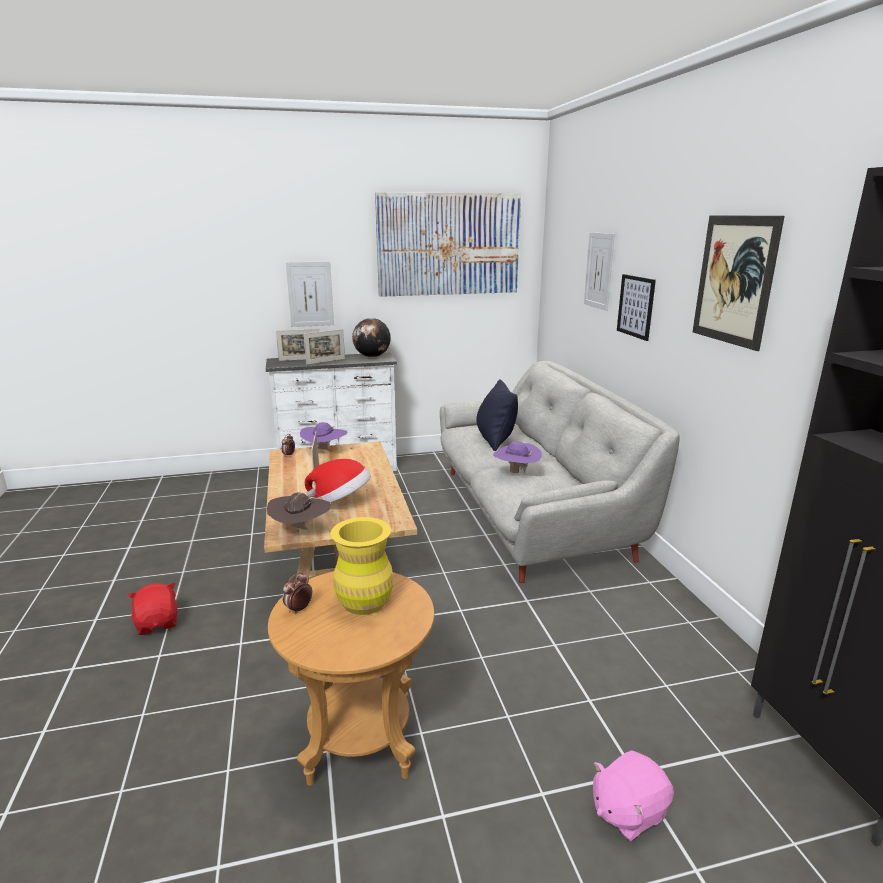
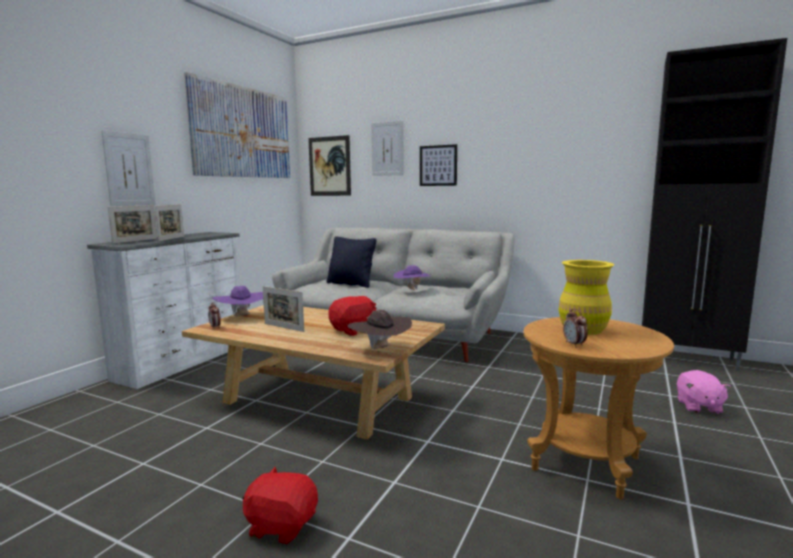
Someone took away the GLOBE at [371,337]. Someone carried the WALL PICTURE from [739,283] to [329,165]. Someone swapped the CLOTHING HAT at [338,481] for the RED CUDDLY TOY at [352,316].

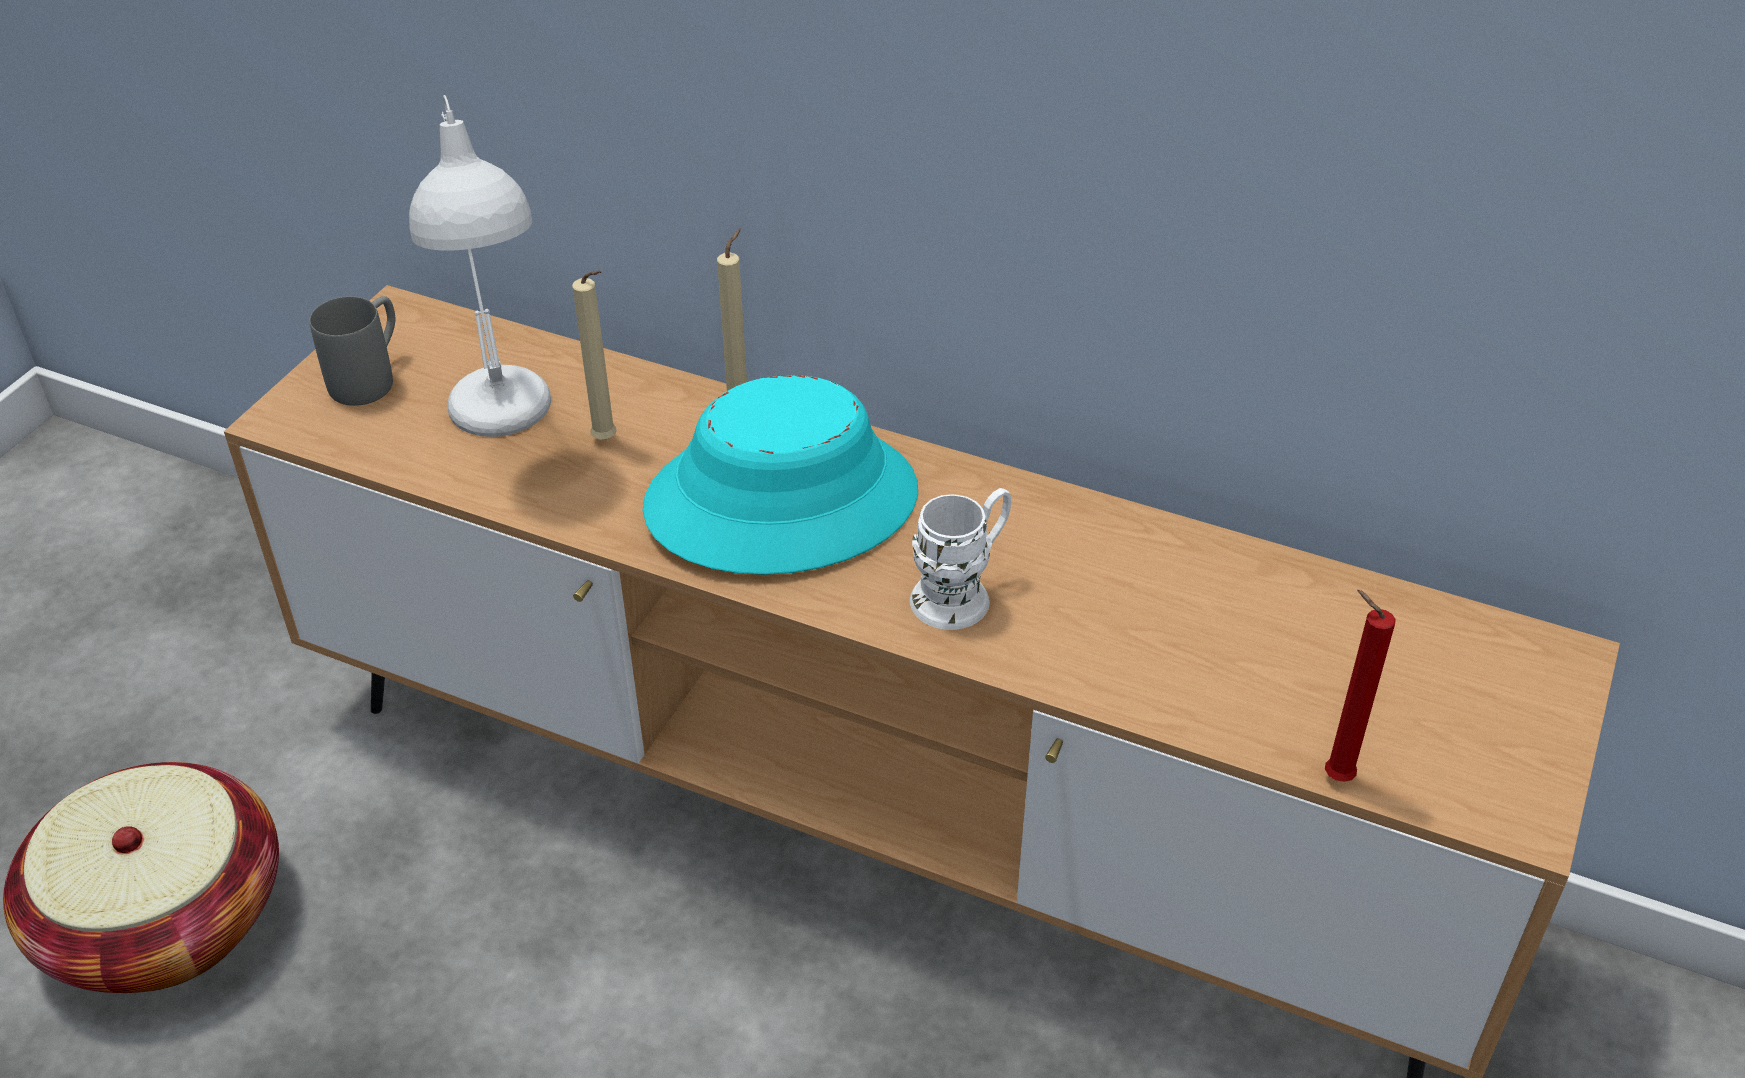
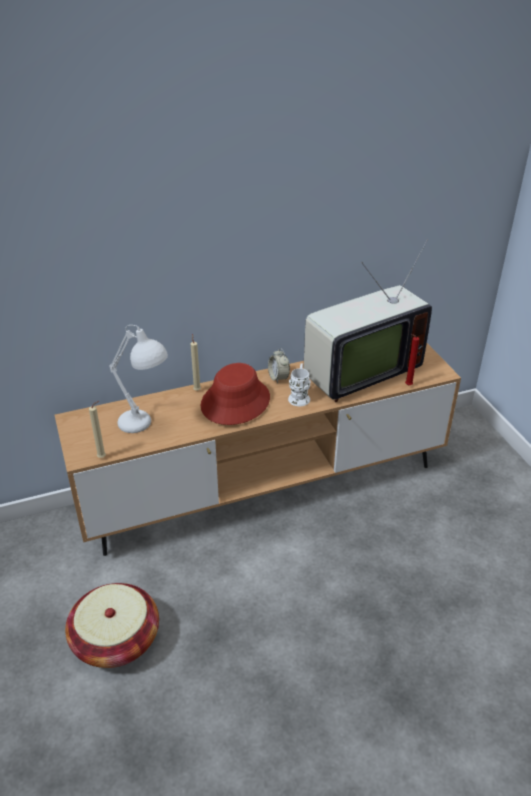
Someone took away the GREY MUG at [352,351]. Someone put down the ALARM CLOCK at [279,366]. Someone put down the TV SET at [368,320]. Someone carried the BEIGE WAX LIGHT from [594,355] to [97,429]. Someone repainted the TURQUOISE CLOTHING HAT at [780,475], which became the RED CLOTHING HAT at [235,394].

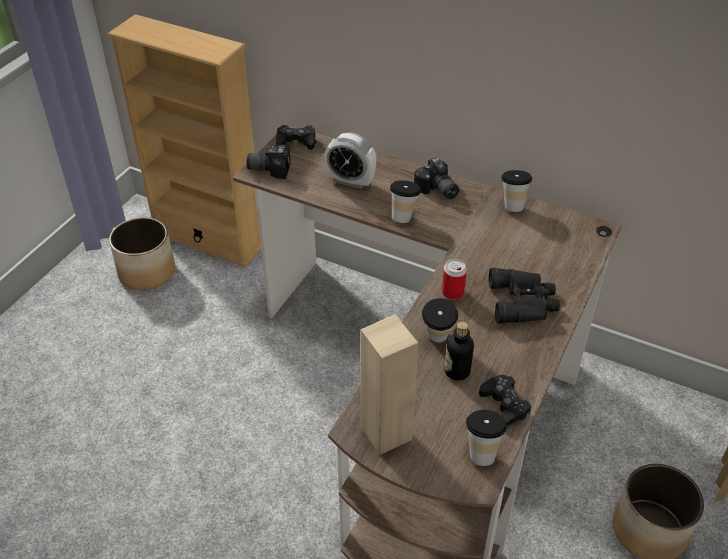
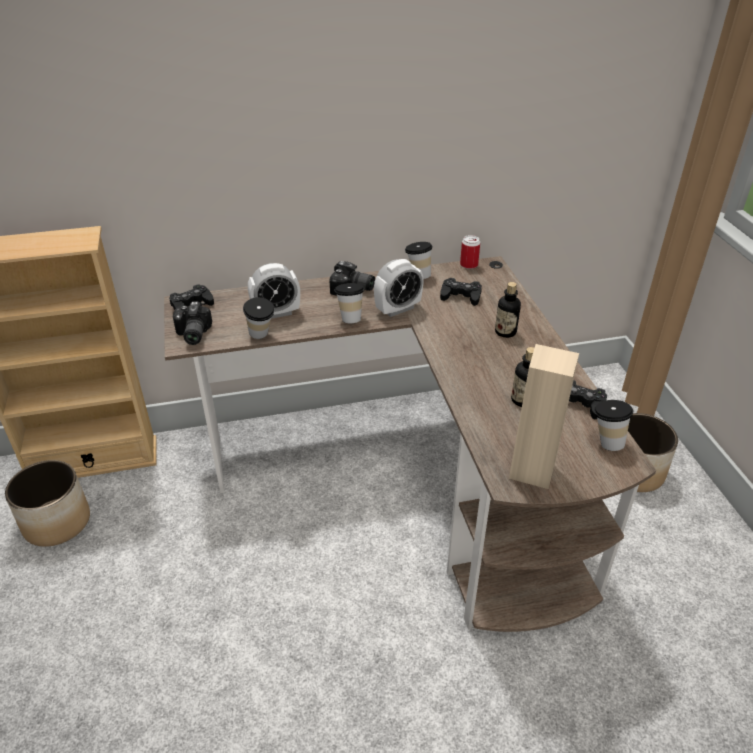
Someone put down the ALARM CLOCK at [399,288]. Someone put down the BLACK-COLOURED JOYPAD at [461,292]. Someone carried the CUP from [440,320] to [259,318]. Someone carried the SEALED CAN from [454,279] to [470,252]. Someone swapped the BLACK-COLOURED BINOCULARS at [524,296] for the DRINK BOTTLE at [508,310]. Someone rotated the STILL CAMERA at [268,161] by 60 degrees counterclockwise.

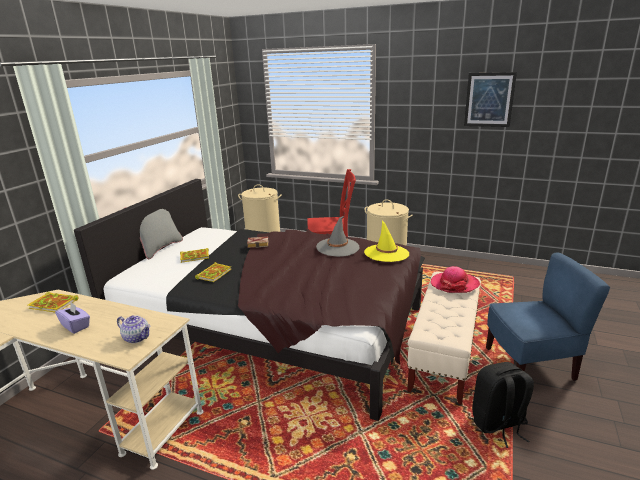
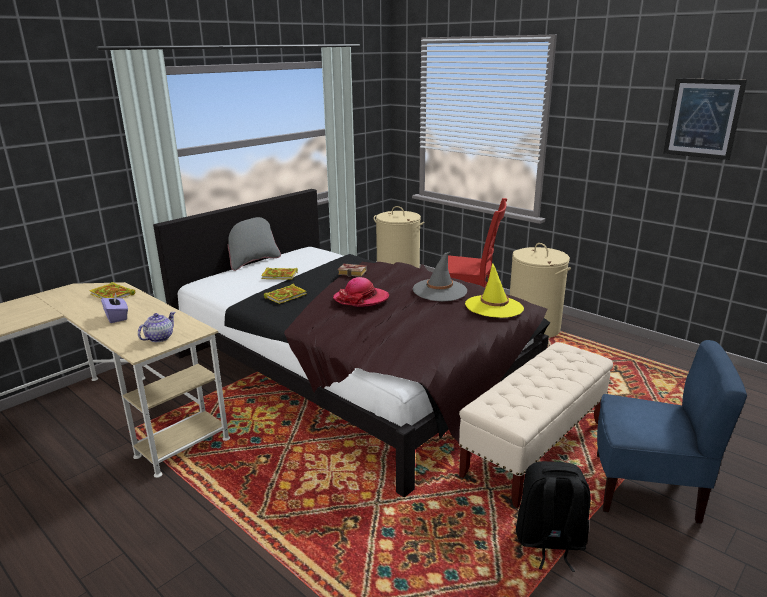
Someone carried the CLOTHING HAT from [455,279] to [361,292]. Someone rotated the TEAPOT at [134,329] by 105 degrees counterclockwise.

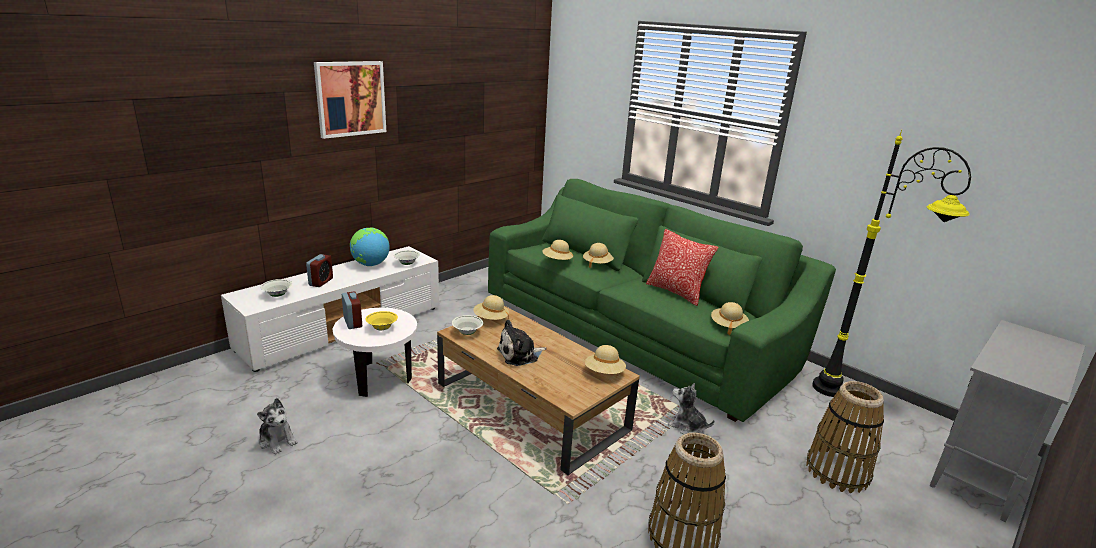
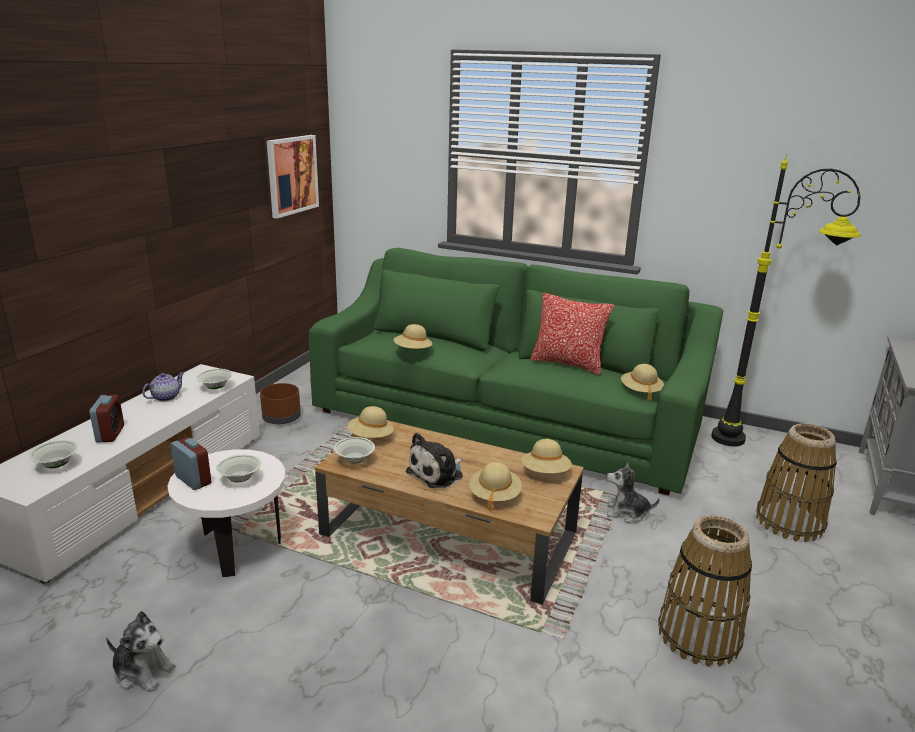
Someone put down the BROWN PLANT POT at [280,403]. Someone carried the WALL PICTURE from [350,100] to [293,176]. Someone carried the BEIGE CLOTHING HAT from [598,255] to [495,486]. Someone swapped the GLOBE at [370,246] for the TEAPOT at [163,387]. Someone repainted the YELLOWISH SERVING BOWL at [381,320], which became the WHITE-COLOURED SERVING BOWL at [238,468].

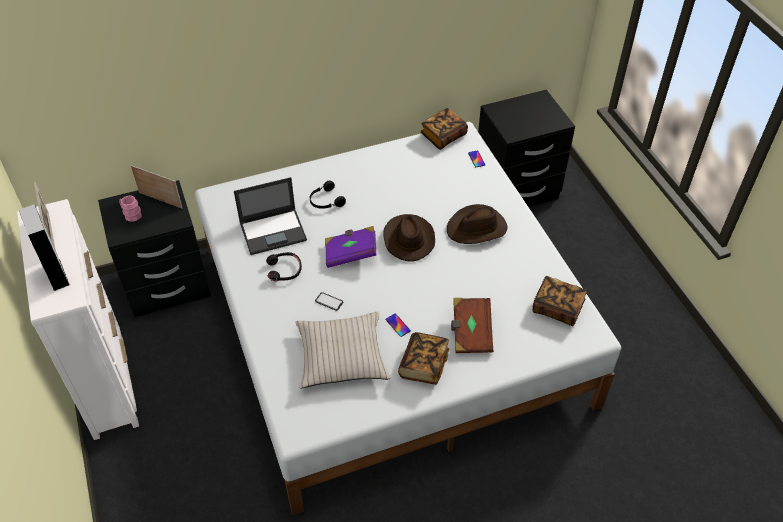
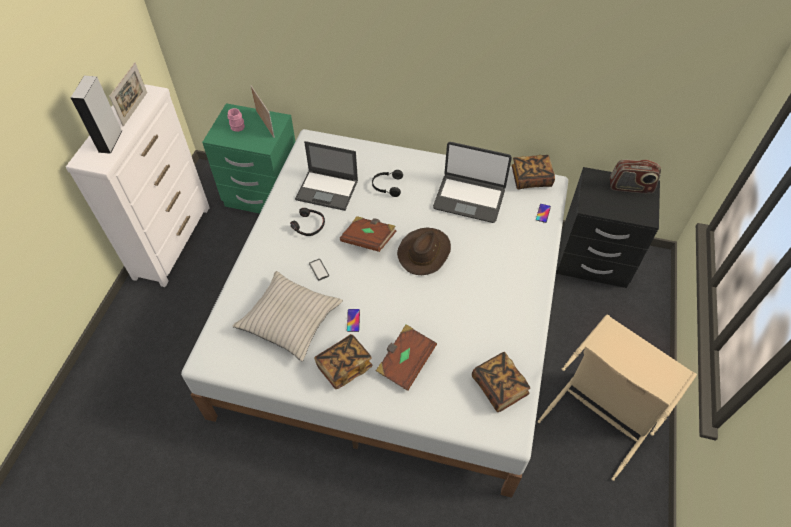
Someone took away the BROWN CLOTHING HAT at [477,224]. Someone put down the NOTEBOOK COMPUTER at [472,182]. Someone put down the BEIGE WASHING BASKET at [617,397]. Someone put down the RADIO at [635,176]. Someone repainted the BLACK-COLOURED NIGHT TABLE at [154,248], which became the GREENISH NIGHT TABLE at [248,158]. Someone repainted the PURPLE VOLUME at [351,247], which became the BROWN VOLUME at [368,234].

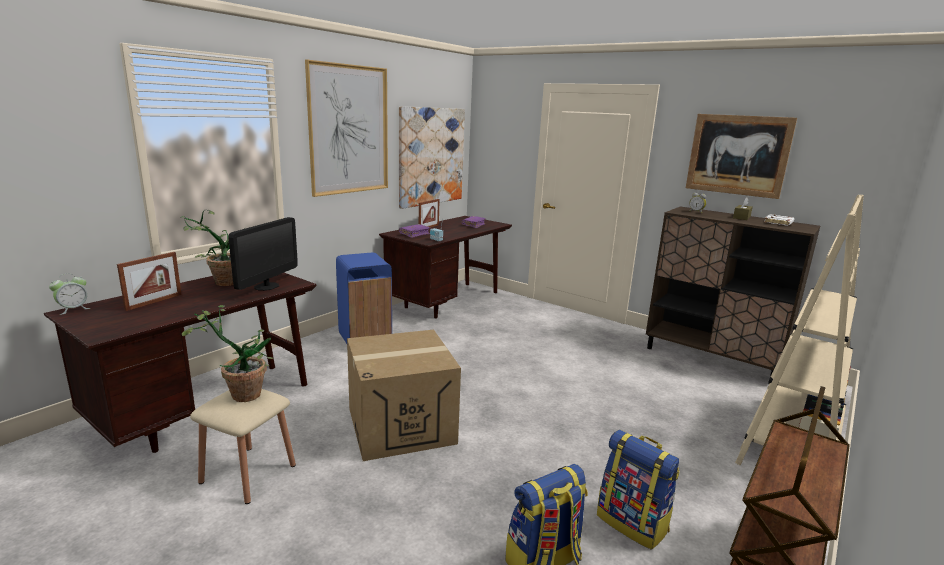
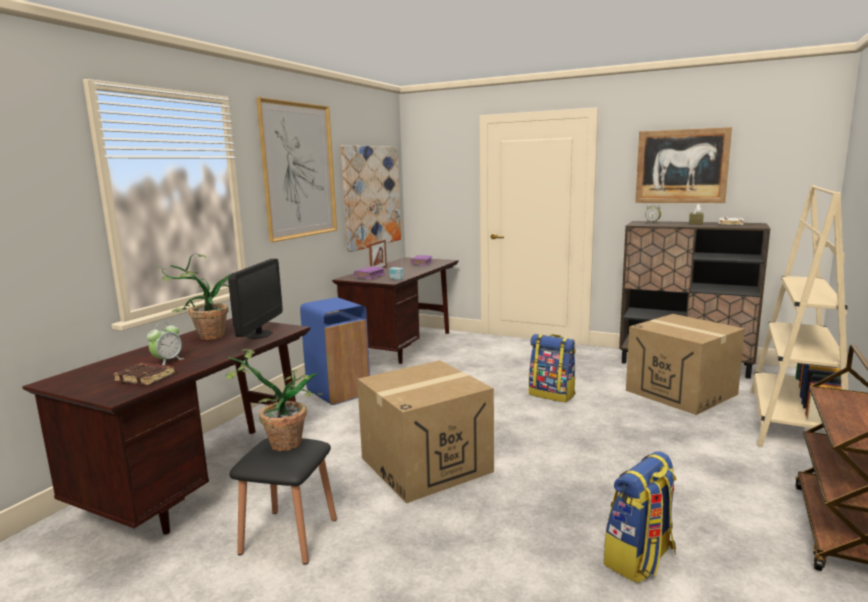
Someone took away the PICTURE FRAME at [149,281]. Someone put down the BROWN VOLUME at [144,374]. Someone put down the PACKING BOX at [685,364]. Someone carried the ALARM CLOCK from [69,294] to [165,343]. Someone carried the BACKPACK from [638,490] to [552,368]. Someone repainted the BEIGE SITTING STOOL at [243,446], which became the BLACK-COLOURED SITTING STOOL at [283,501].

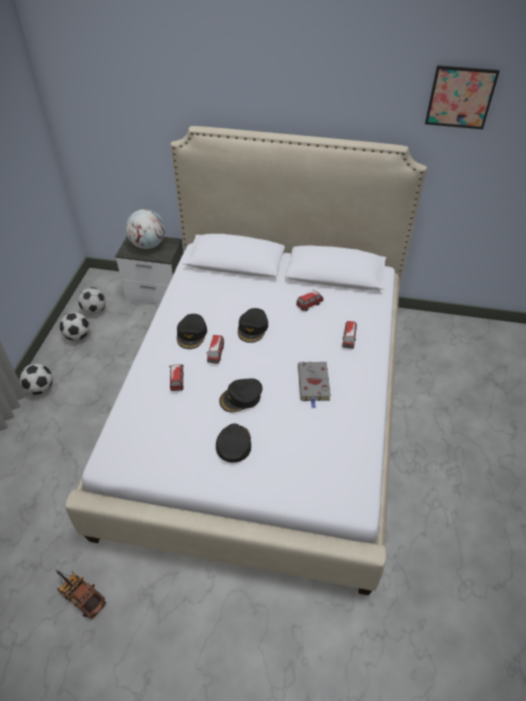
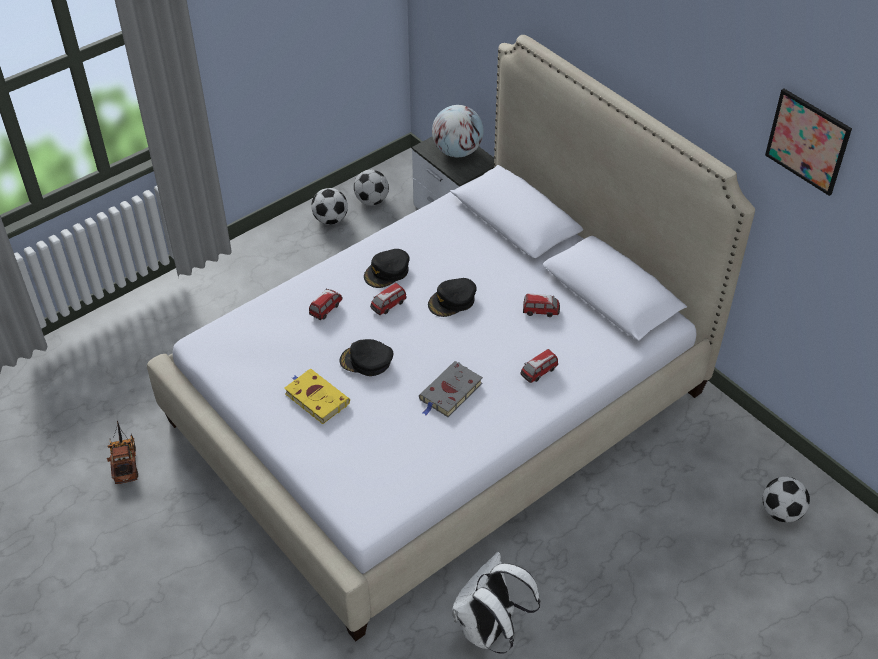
Someone put down the WHITE-COLOURED BACKPACK at [496,603]. Someone carried the FOOTBALL from [36,379] to [786,499]. Someone swapped the BLACK-COLOURED PEAKED CAP at [233,443] for the YELLOWISH VOLUME at [317,396].

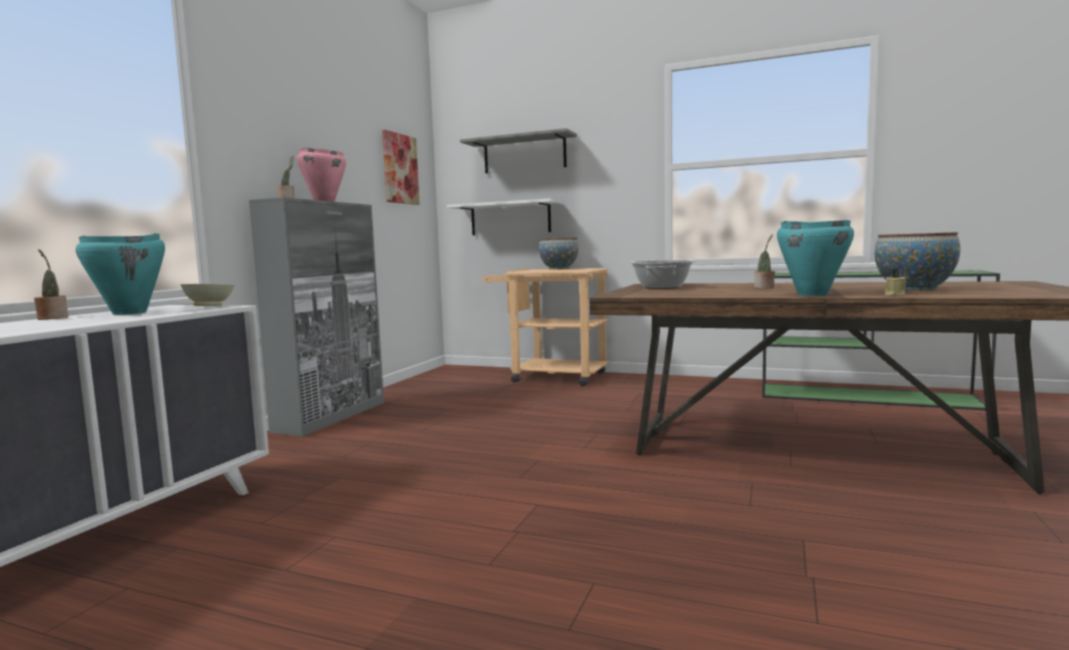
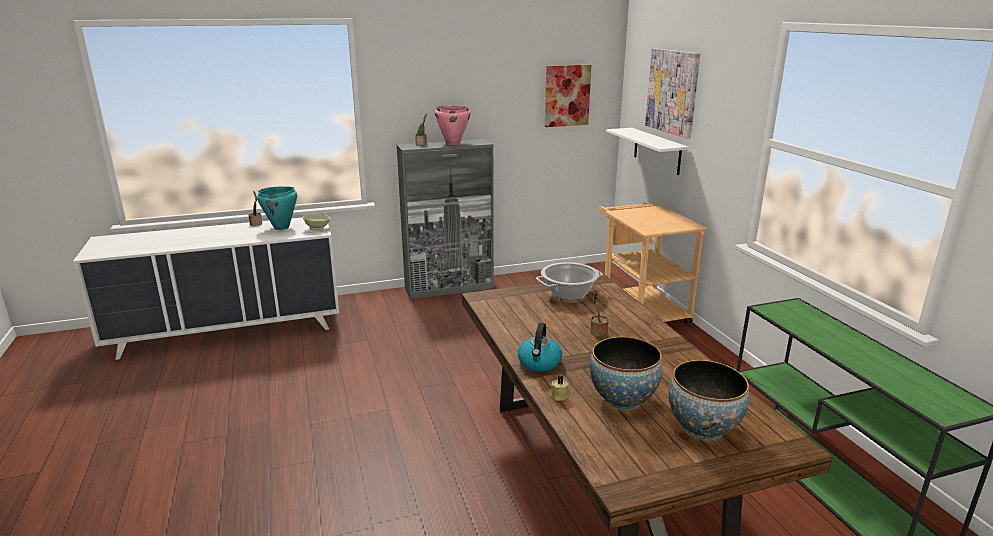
Someone carried the SERVING BOWL from [559,254] to [709,400]. Someone swapped the GREY WALL SHELF at [518,151] for the WALL PICTURE at [672,93]. Someone swapped the TURQUOISE SAUCEPOT at [815,258] for the TEA KETTLE at [540,347].

